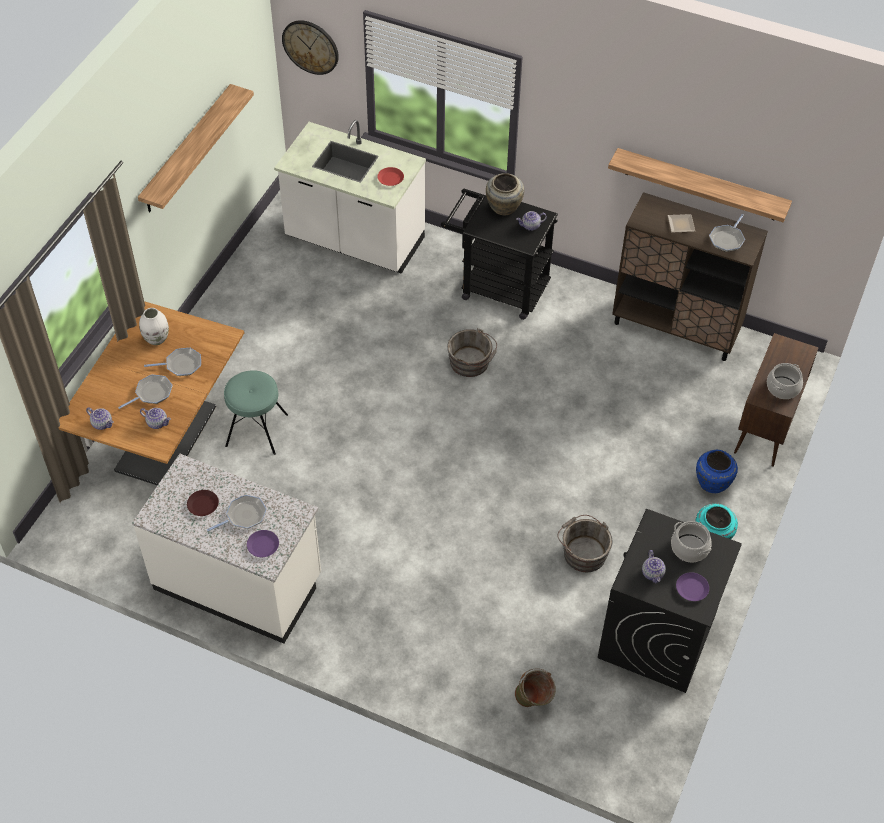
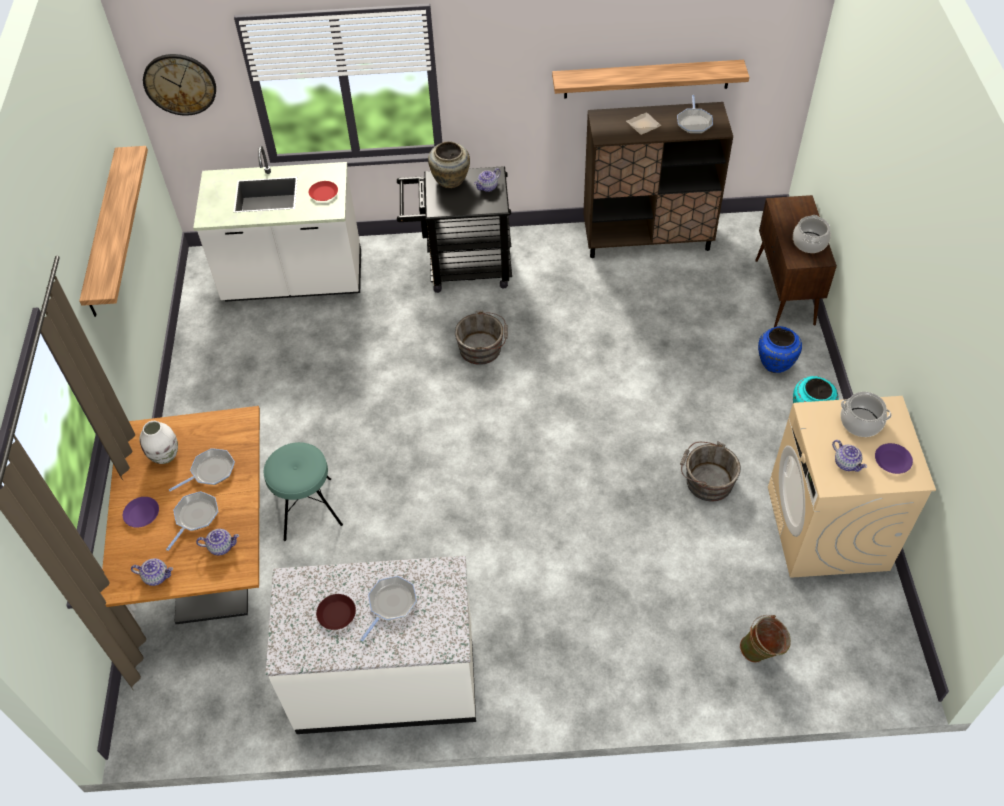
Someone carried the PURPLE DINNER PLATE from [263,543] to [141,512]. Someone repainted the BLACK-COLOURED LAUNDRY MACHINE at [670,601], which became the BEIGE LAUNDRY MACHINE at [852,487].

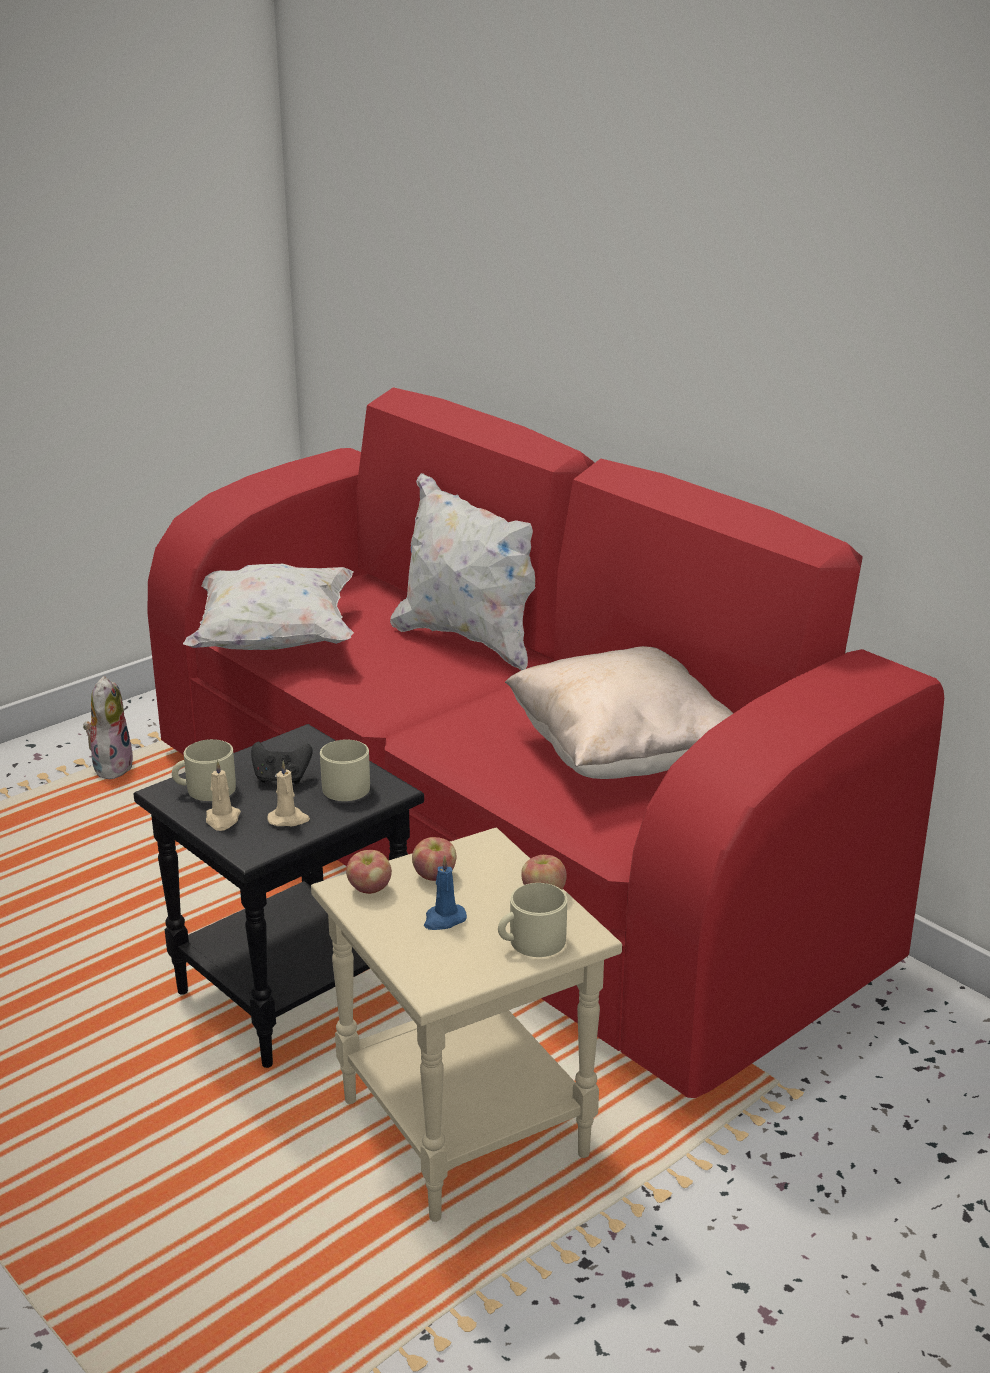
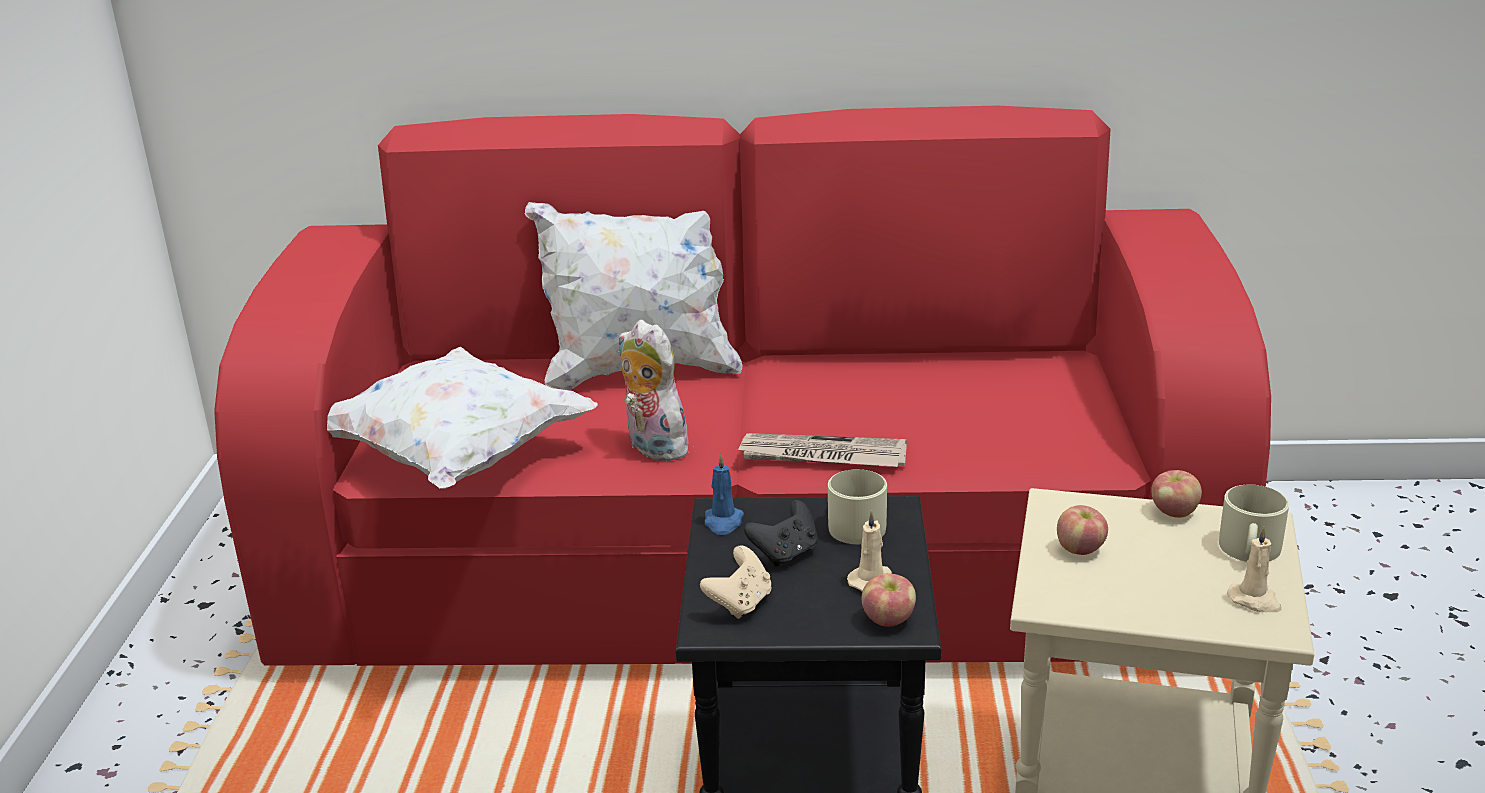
Someone took away the BEIGE PILLOW at [619,712]. Someone put down the NEWSPAPER at [821,450]. Someone carried the CUDDLY TOY from [108,727] to [656,390]. Someone carried the BEIGE WAX LIGHT from [223,795] to [1254,569]. Someone carried the APPLE from [369,872] to [888,600]. Someone carried the BLUE WAX LIGHT from [445,892] to [724,494]. Someone swapped the BEIGE MUG at [204,770] for the BEIGE JOYPAD at [736,582].

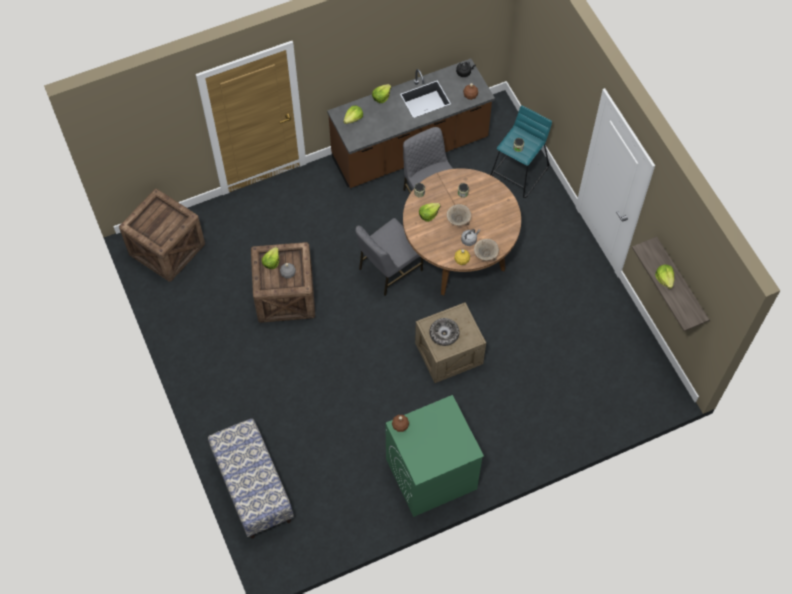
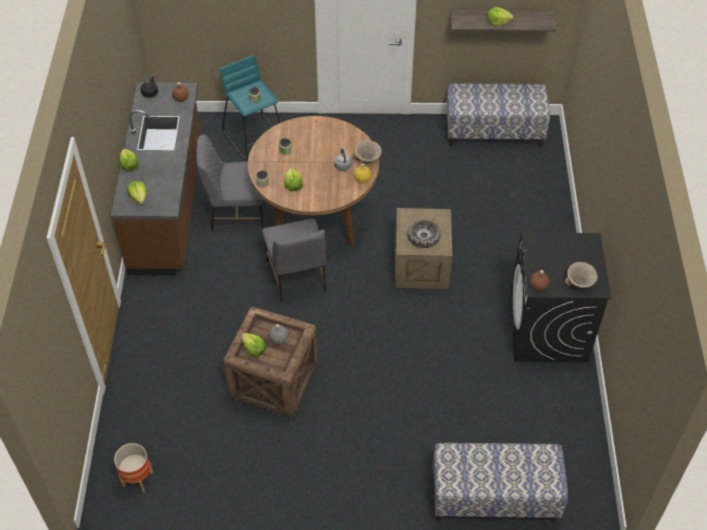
Someone put down the BENCH at [498,115]. Someone carried the BEIGE SERVING BOWL from [458,215] to [581,275]. Someone swapped the PACKING CRATE at [162,235] for the PLANT POT at [133,468]. Someone repainted the GREENISH LAUNDRY MACHINE at [434,456], which became the BLACK-COLOURED LAUNDRY MACHINE at [560,297].

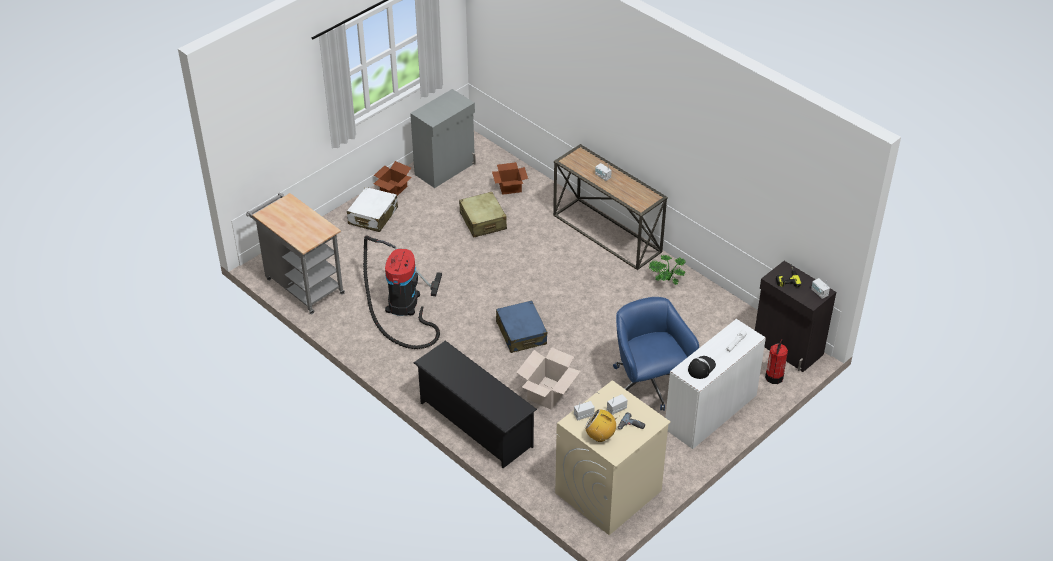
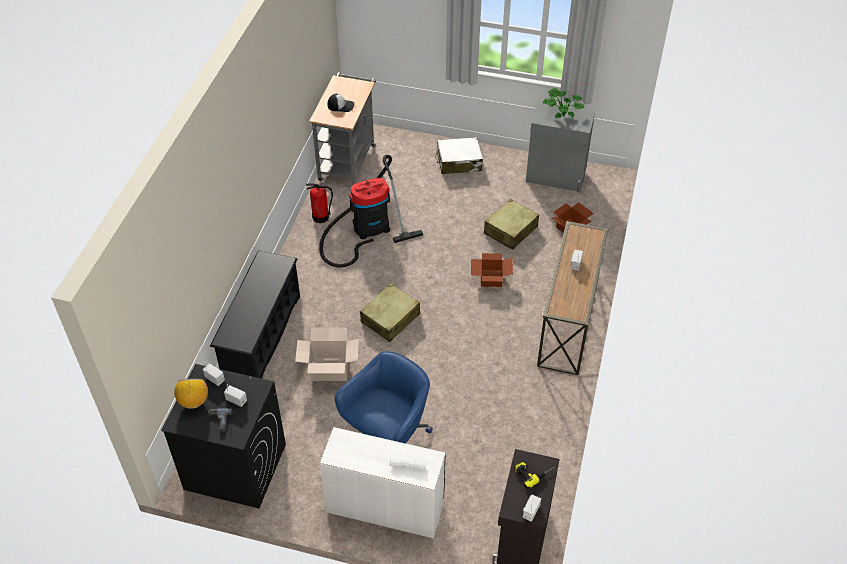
Someone carried the PACKING BOX from [393,178] to [492,270]. Someone carried the POTTED PLANT from [667,270] to [563,103]. Someone carried the PEAKED CAP from [702,367] to [341,103]. Someone carried the FIRE EXTINGUISHER from [776,361] to [319,203]. Someone repainted the BLUE SUITCASE at [521,326], which became the BEIGE SUITCASE at [390,312]. Someone repainted the BEIGE LAUNDRY MACHINE at [613,457], which became the BLACK-COLOURED LAUNDRY MACHINE at [223,436].

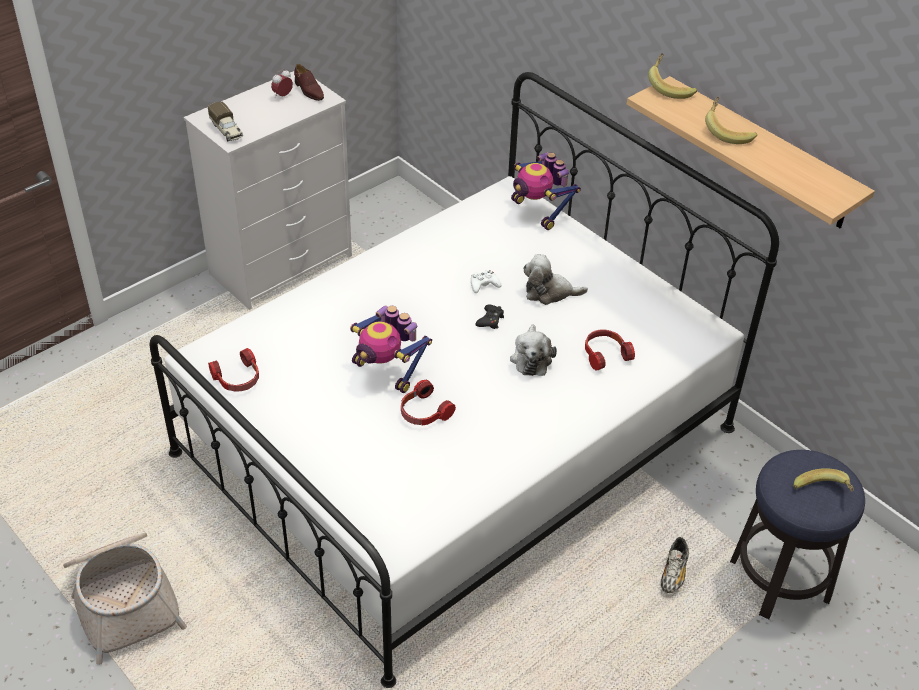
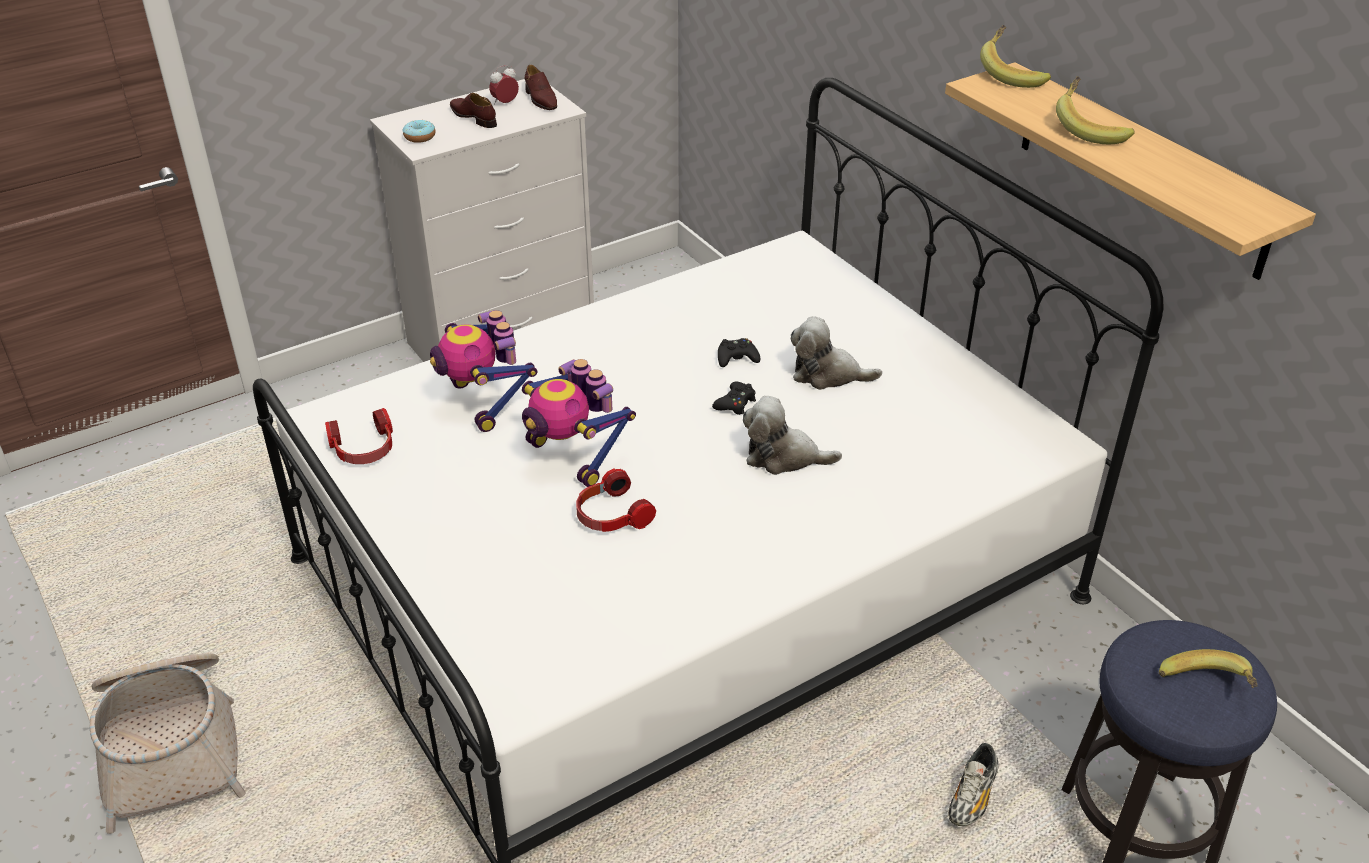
Someone took away the HEADPHONES at [610,350]. Someone put down the BROWN ITEM OF FOOTWEAR at [473,110]. Someone carried the ROBOT FIGURE from [546,191] to [484,371]. Someone swapped the TOY LORRY at [225,122] for the DOUGHNUT at [419,131]. Someone repainted the WHITE-COLOURED JOYPAD at [486,281], which became the BLACK-COLOURED JOYPAD at [739,352]. Someone rotated the CUDDLY TOY at [533,350] by 90 degrees clockwise.

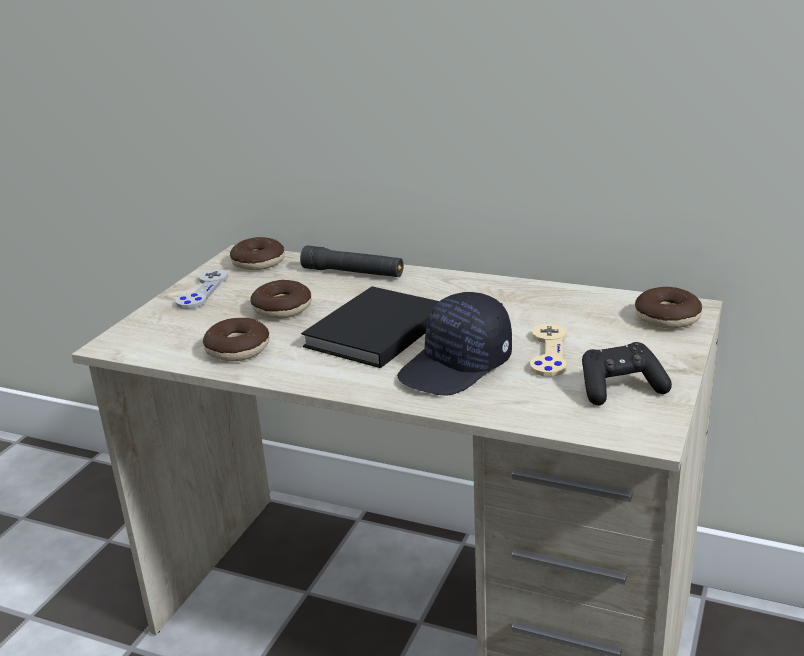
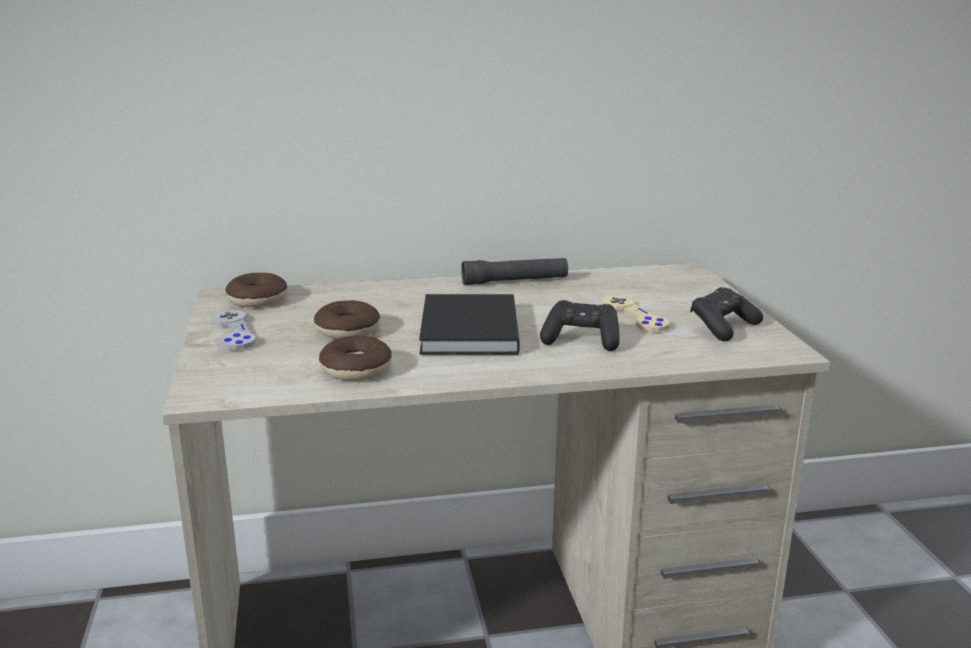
Someone took away the DOUGHNUT at [668,308]. Someone carried the BLACK-COLOURED TORCH from [352,261] to [514,271]. Someone swapped the BLACK-COLOURED PEAKED CAP at [454,344] for the BLACK-COLOURED JOYPAD at [580,325].

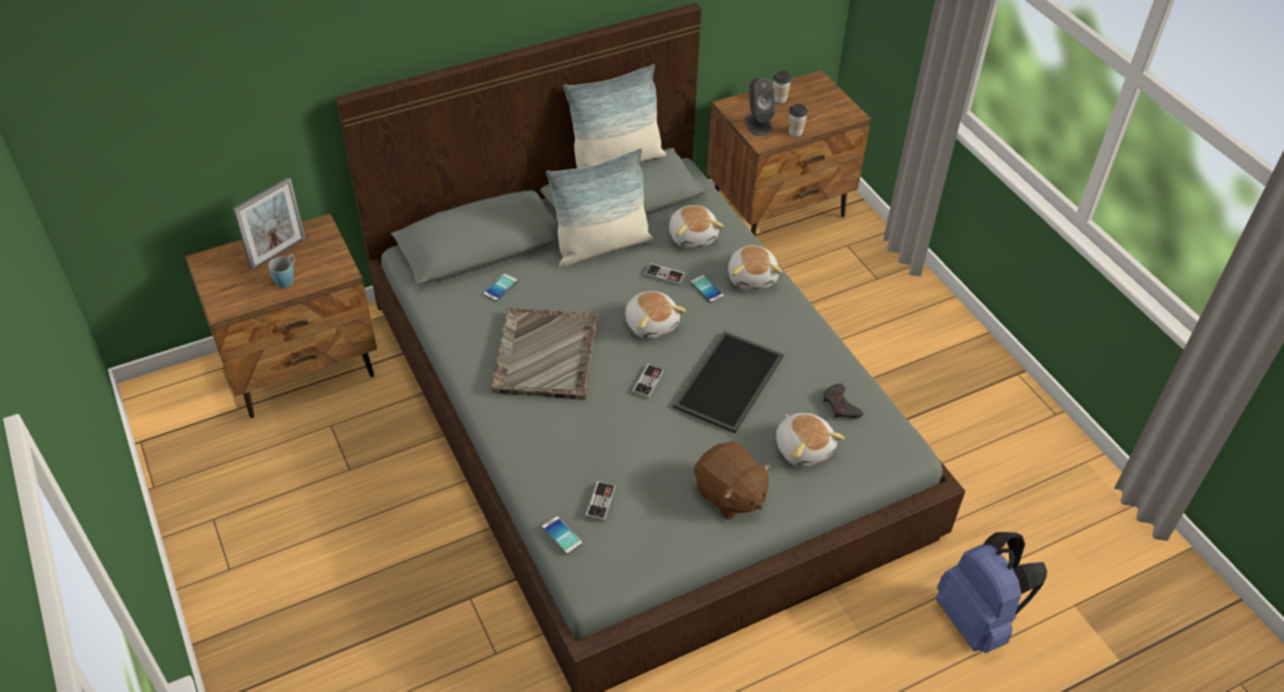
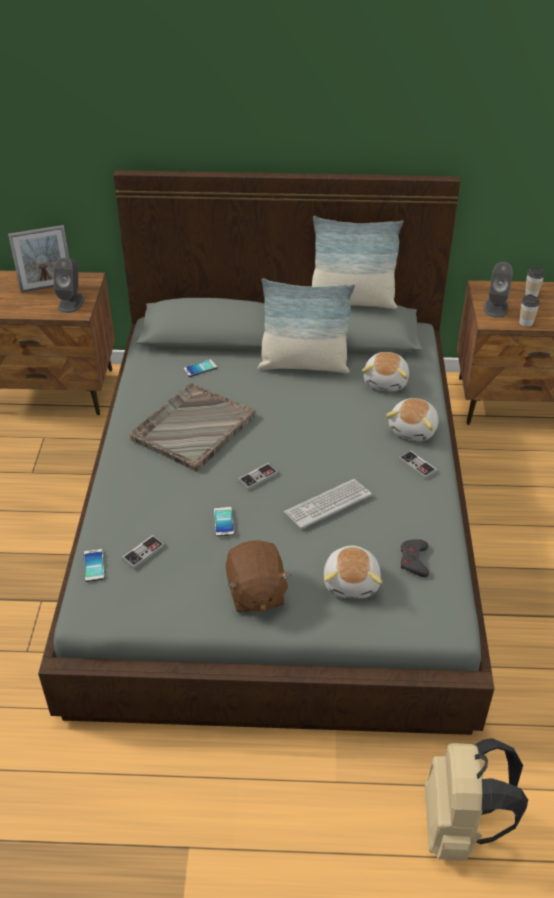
Someone took away the BLUE MUG at [281,271]. Someone took away the CUDDLY TOY at [655,315]. Someone put down the GREY AUDIO SPEAKER at [69,285]. Someone carried the JOYPAD from [664,274] to [418,464]. Someone carried the PHONE from [707,289] to [224,521]. Someone swapped the CARRYING TRAY at [728,382] for the PC KEYBOARD at [328,504]. Someone repainted the BLUE BACKPACK at [991,592], which became the BEIGE BACKPACK at [476,799].

